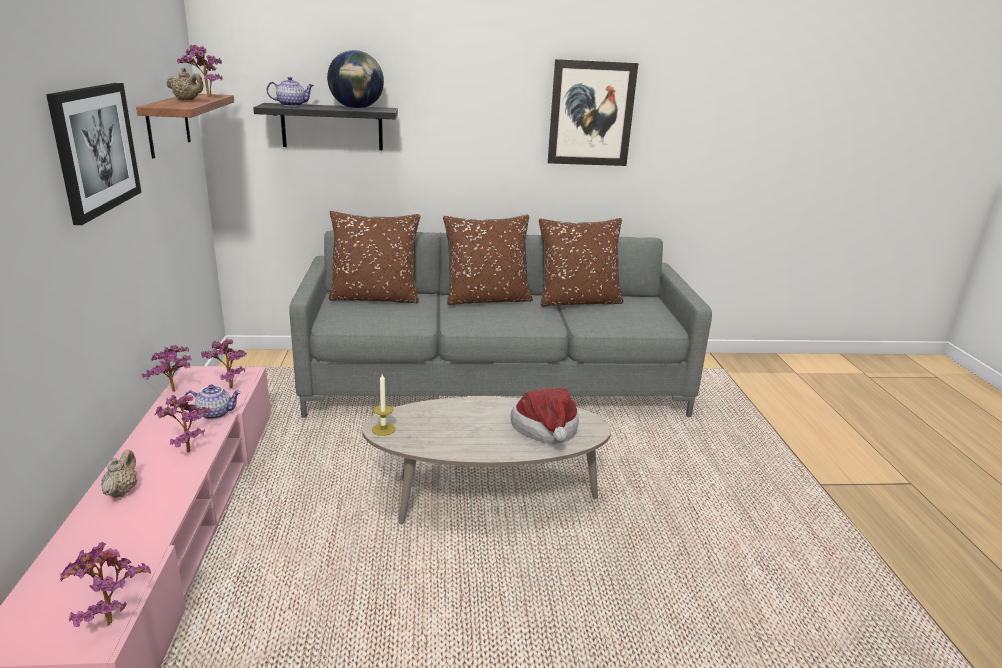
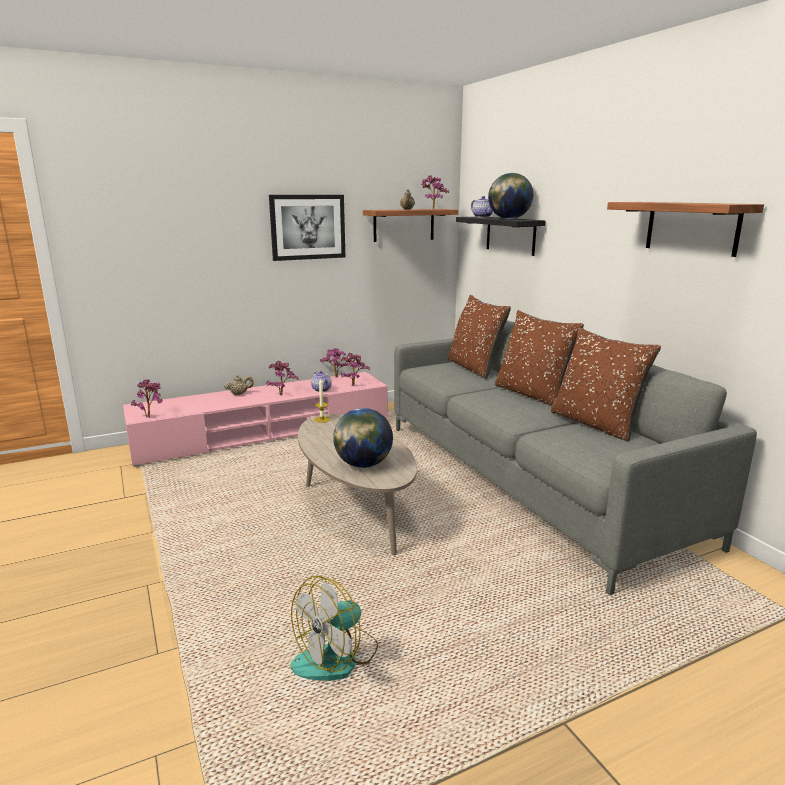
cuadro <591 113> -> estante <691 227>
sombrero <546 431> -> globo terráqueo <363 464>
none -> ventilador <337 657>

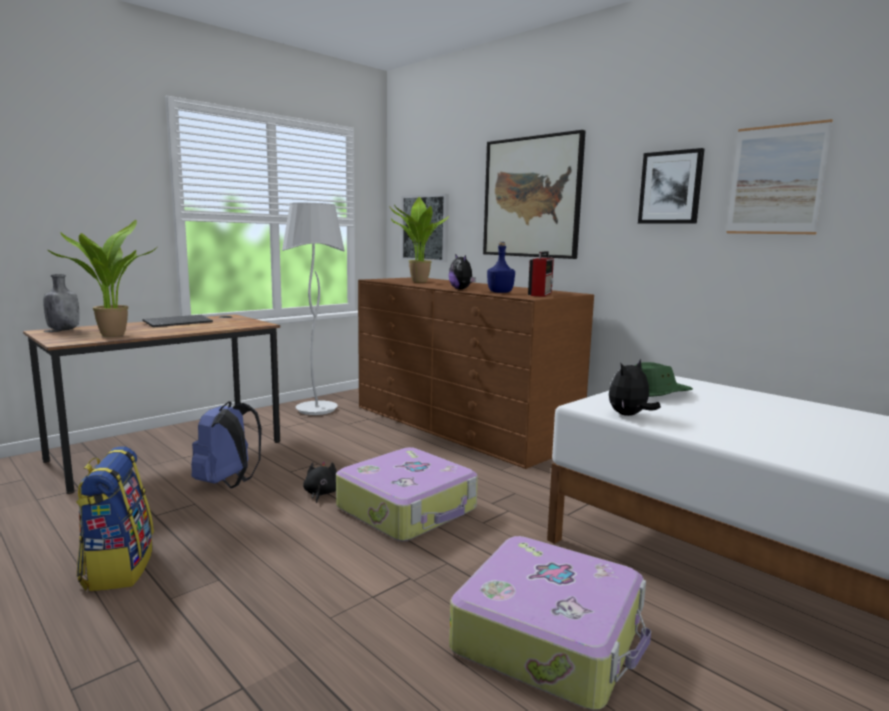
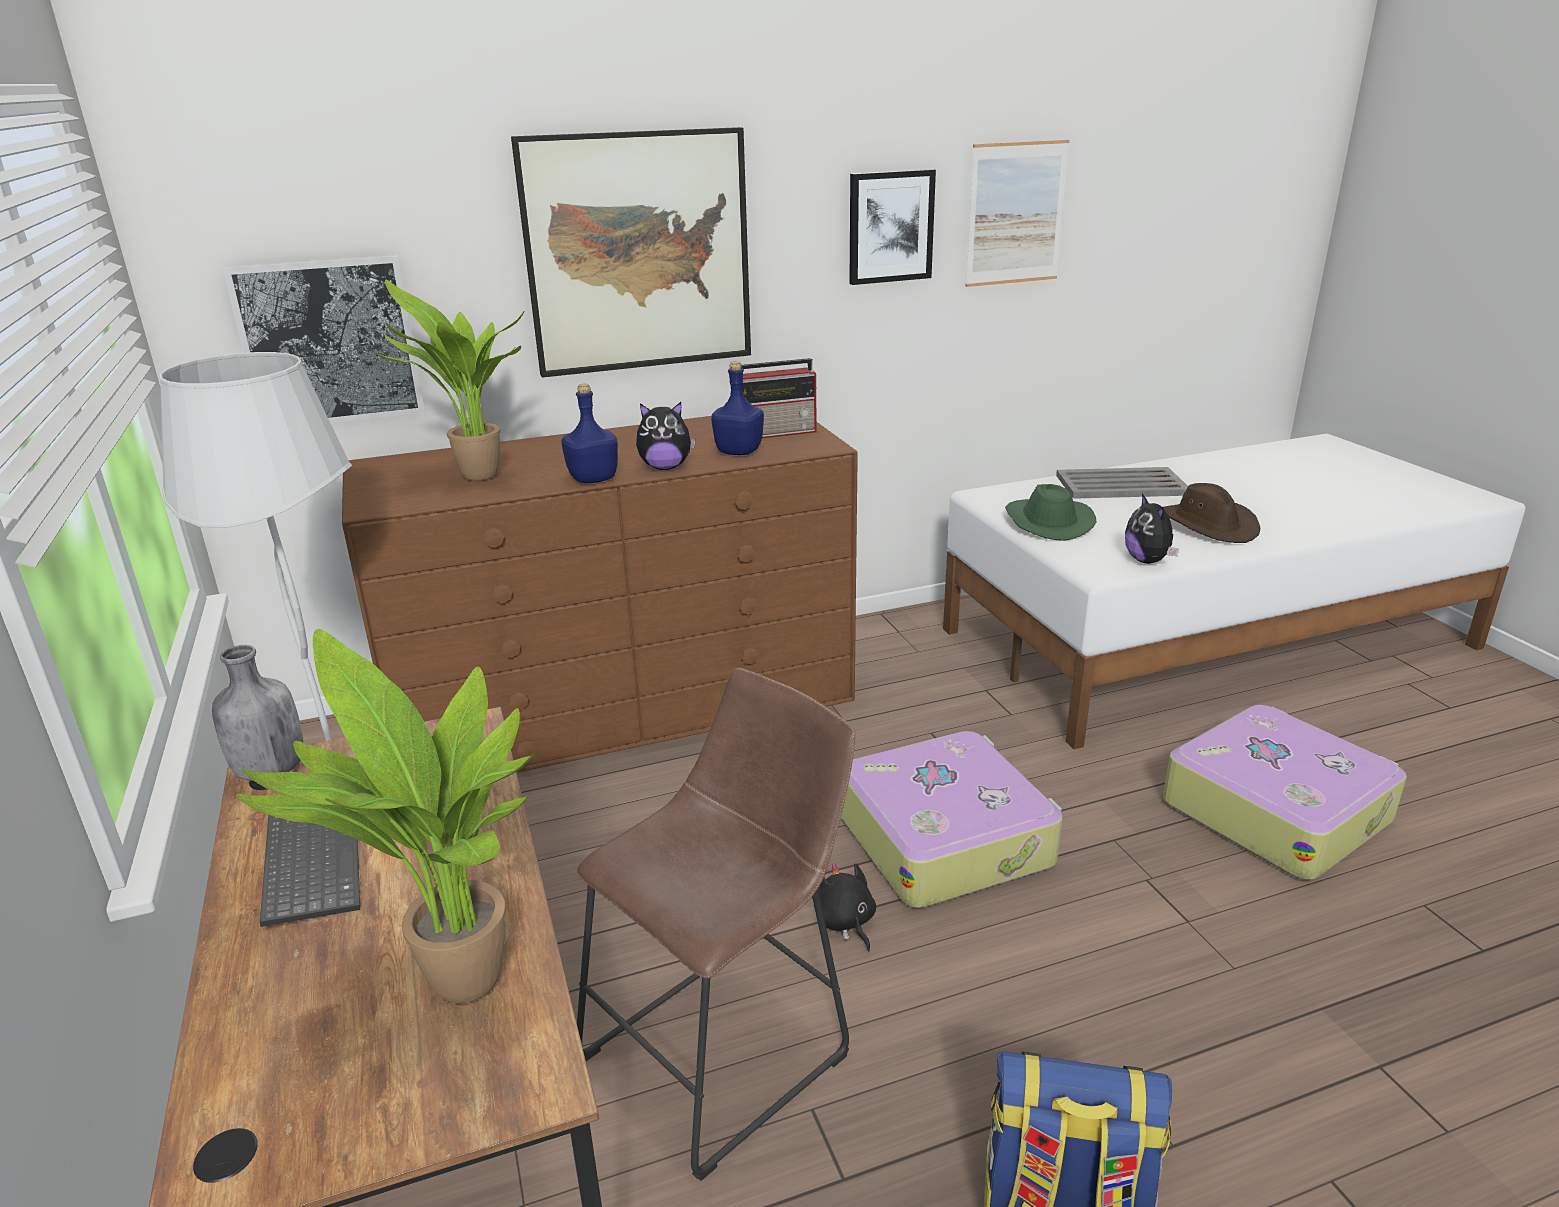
radio <541 294> -> radio <778 432>, 120 degrees clockwise
botella/gris <64 329> -> botella/gris <269 771>, shifted
mochila/azul <228 482> -> taburete/marrón <727 1049>
peluche/negro <320 493> -> peluche/negro <845 922>, 45 degrees clockwise
none -> botella/azul <592 479>
none -> bandeja/gris <1120 485>
none -> sombrero/marrón <1208 525>

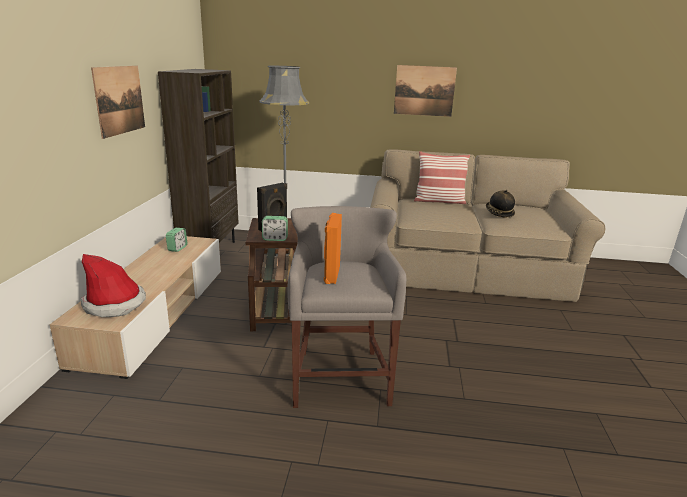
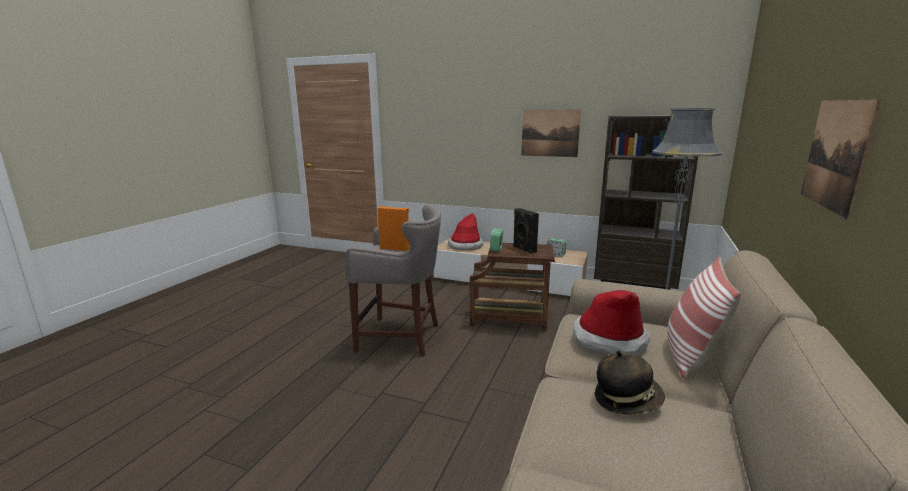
none -> sombrero <609 339>

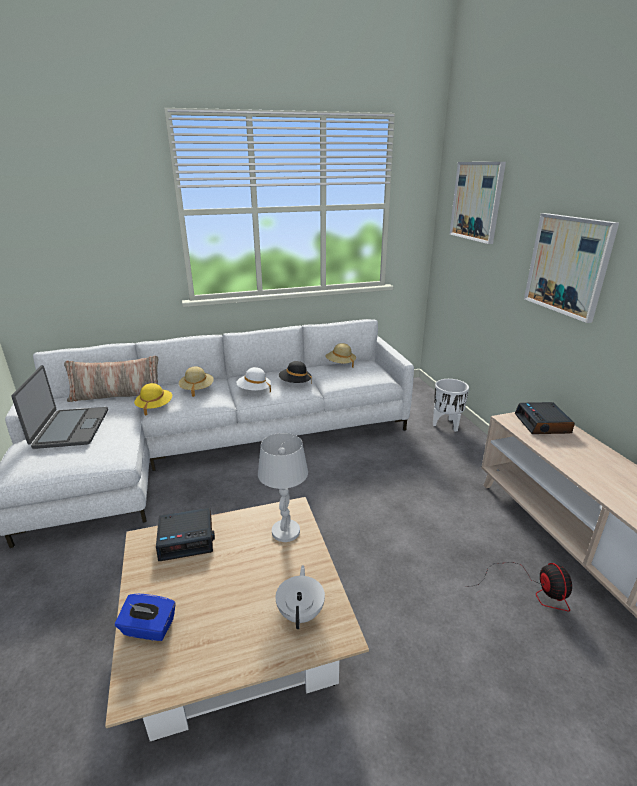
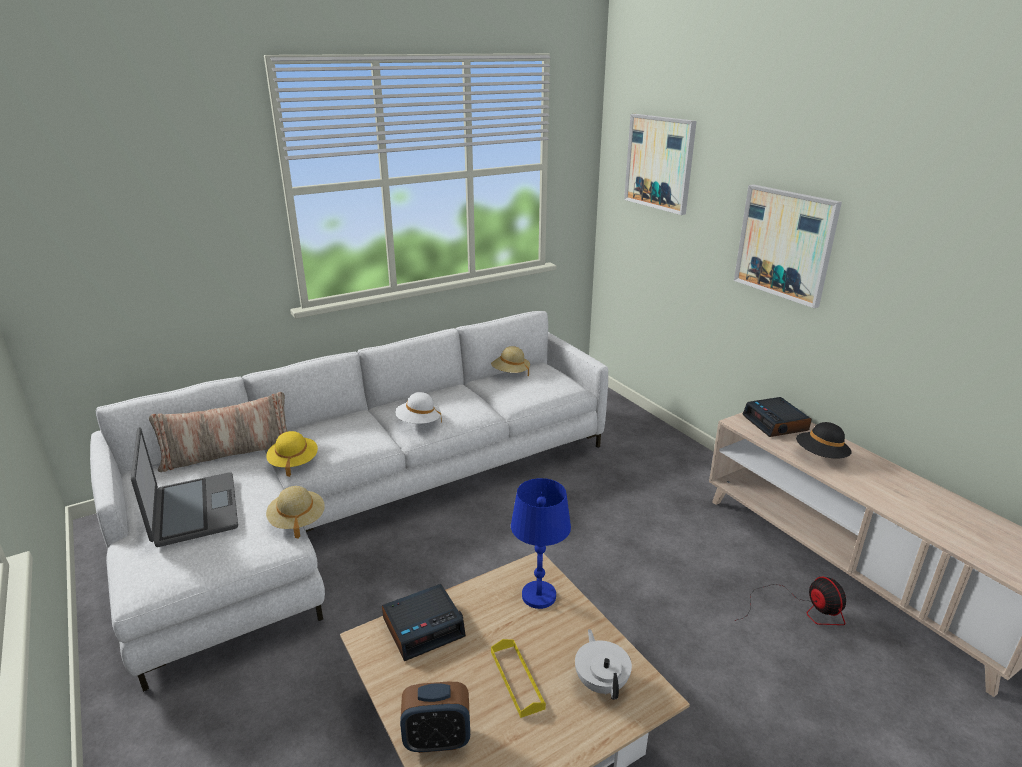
sombrero/negro <295 383> -> sombrero/negro <820 456>, shifted
sombrero/beis <197 389> -> sombrero/beis <297 520>, shifted
maceta/blanco <446 425> -> none
lámpara de mesa/blanco <285 531> -> lámpara de mesa/azul <538 595>
caja de pañuelos/azul <149 628> -> despertador <437 740>
none -> bandeja/amarillo <517 679>

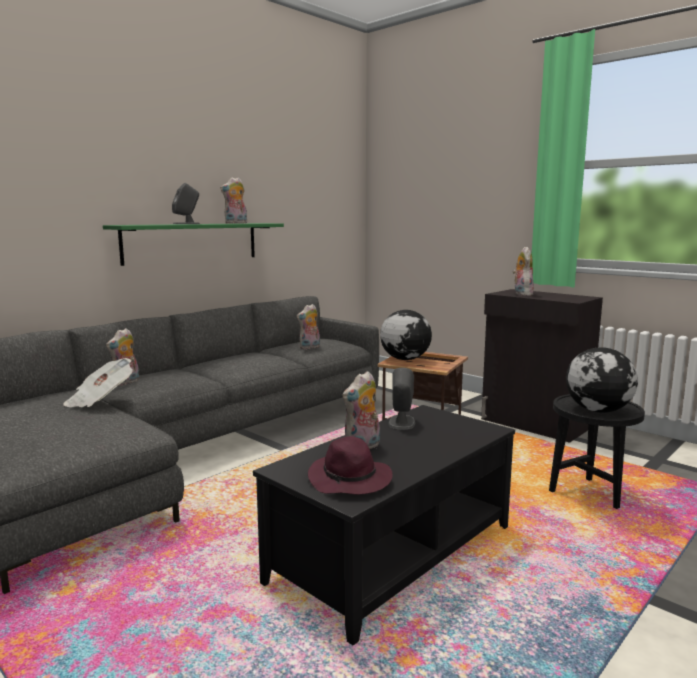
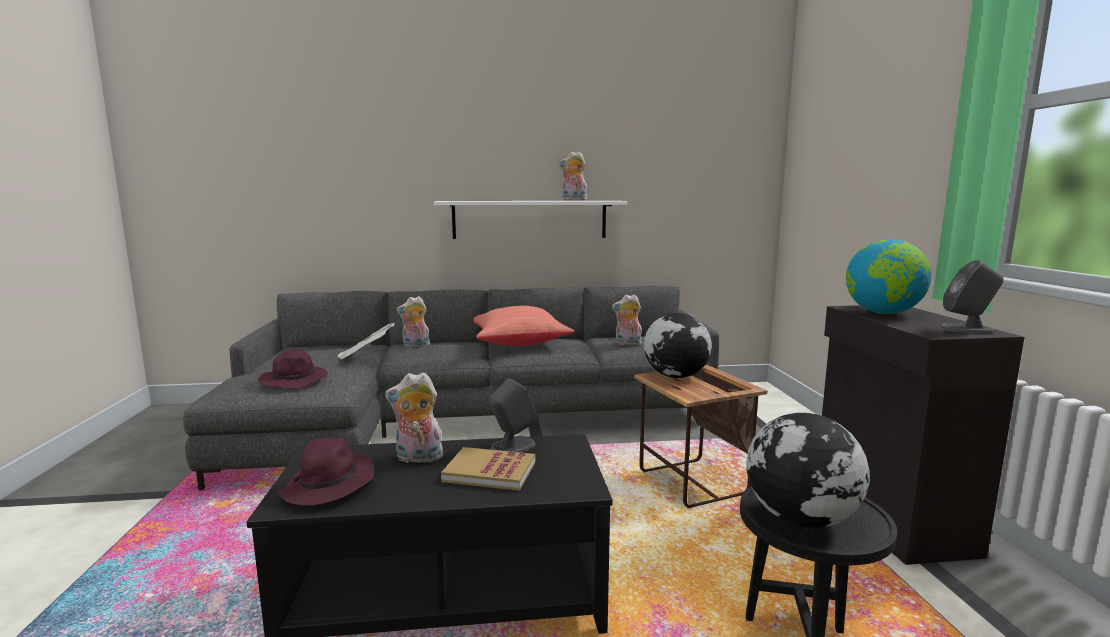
altavoz/gris <186 224> -> altavoz/gris <967 329>, shifted
estante/verde <192 242> -> estante/blanco <530 219>
peluche <521 294> -> globo terráqueo <883 313>
none -> cojín/rojo <519 343>
none -> sombrero/morado <295 380>
none -> libro <490 472>

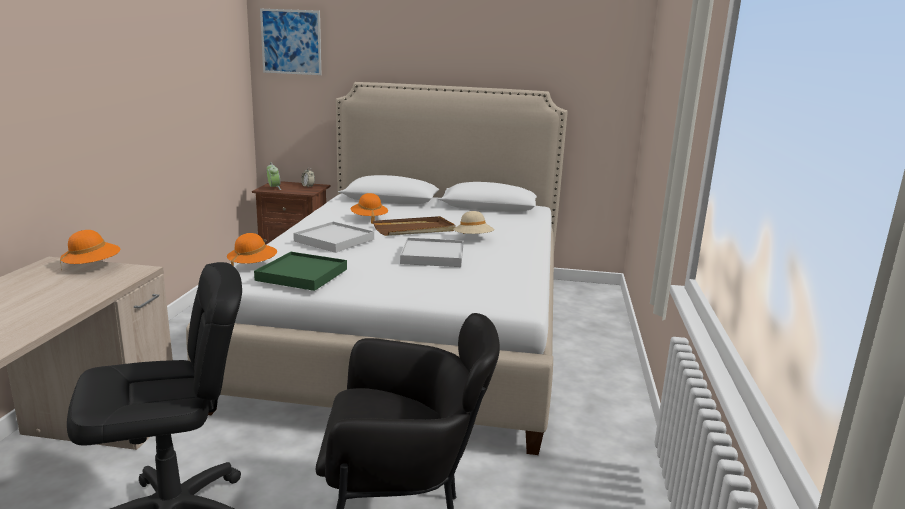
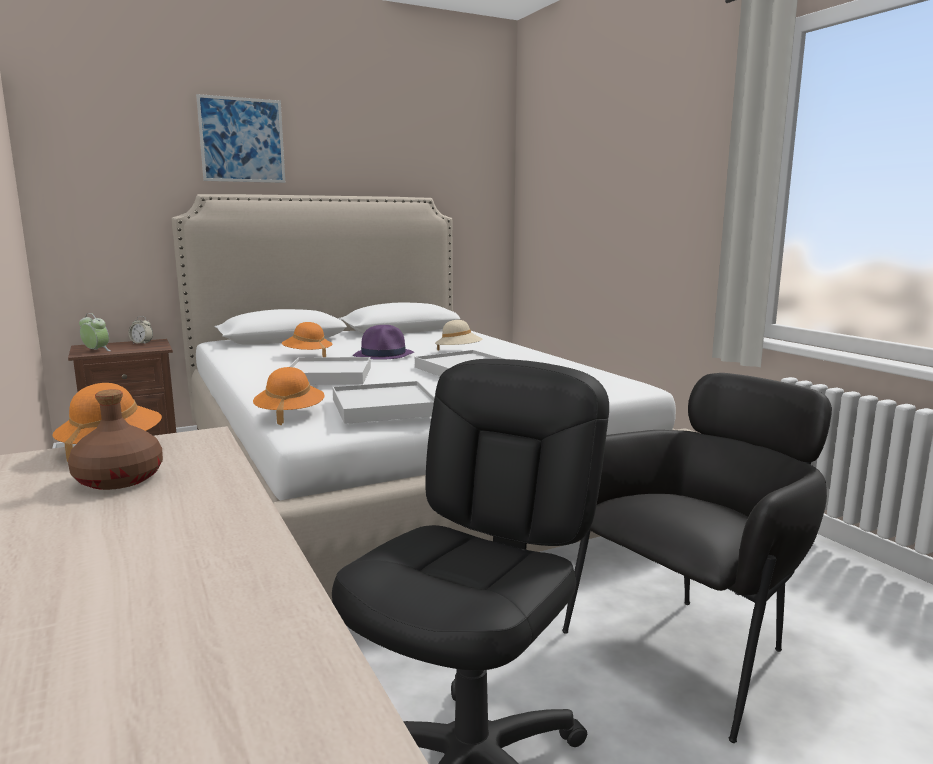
cuadro <291 42> -> cuadro <242 140>, shifted
bandeja/marrón <414 229> -> sombrero/morado <384 355>
bandeja/verde <302 275> -> bandeja/blanco <384 407>
none -> botella/marrón <120 479>

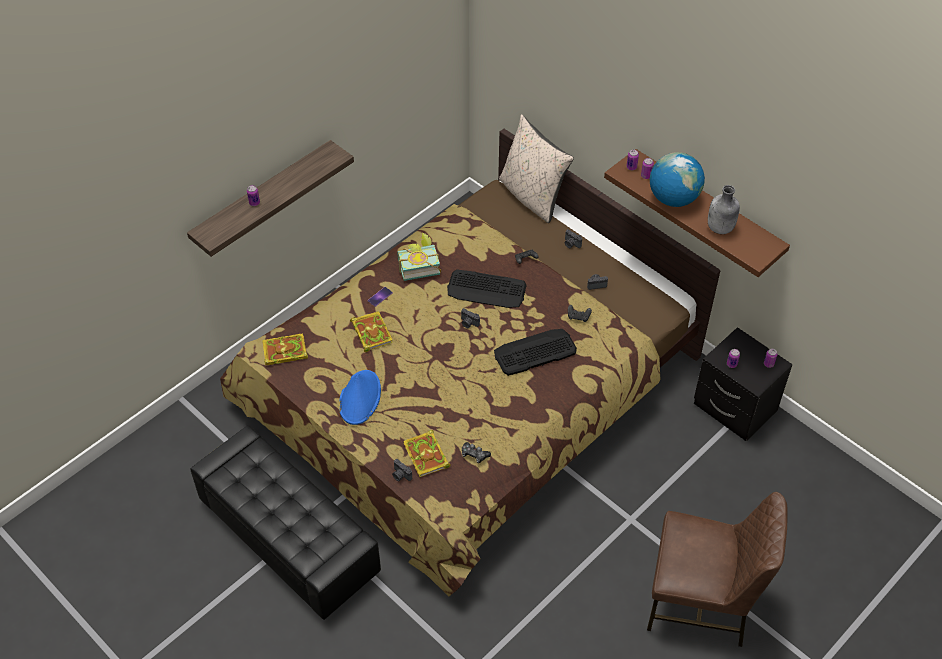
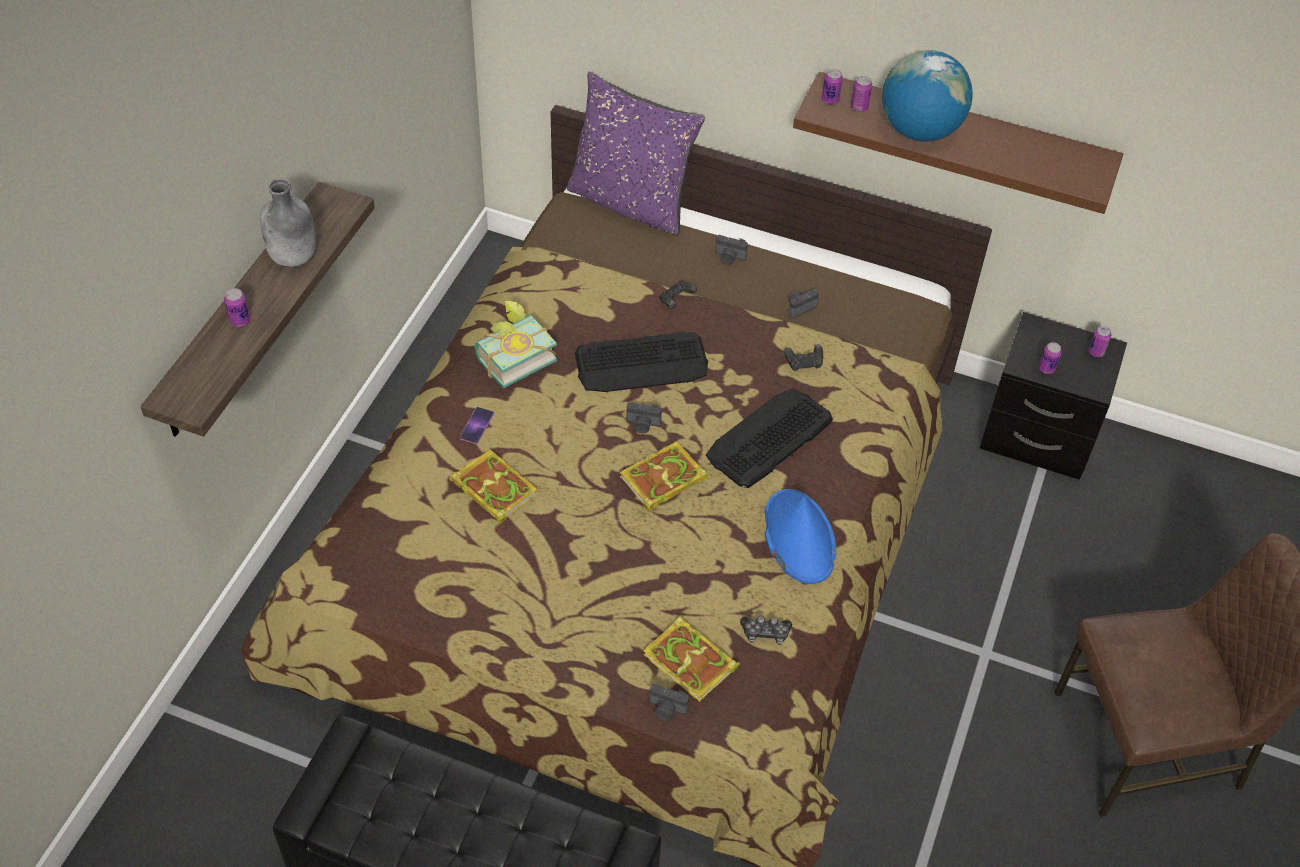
cojín/beis <532 196> -> cojín/morado <630 202>
botella/gris <720 228> -> botella/gris <293 257>, shifted
libro <284 352> -> libro <662 480>, shifted
sombrero/azul <360 398> -> sombrero/azul <798 537>, shifted

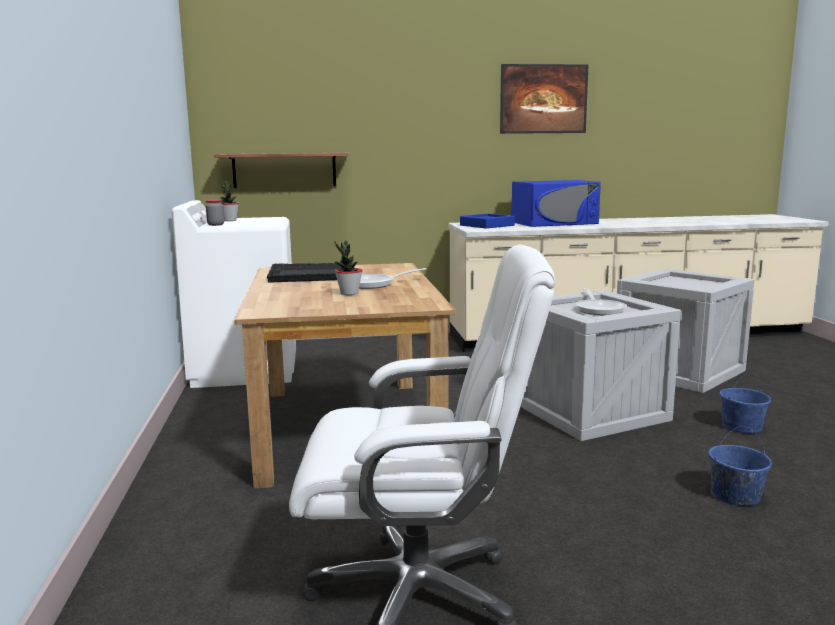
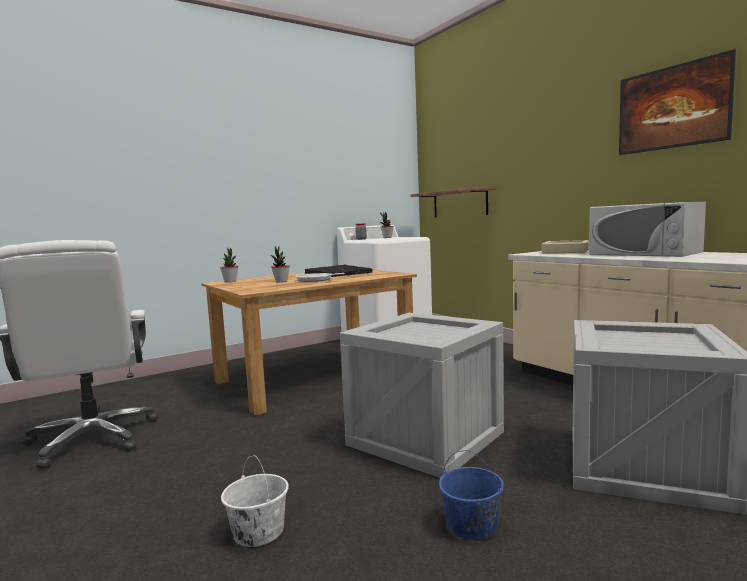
microondas/azul <554 223> -> microondas/blanco <644 253>
bandeja/azul <487 225> -> bandeja/beis <565 251>
sartén <599 309> -> none
cubo/azul <735 495> -> cubo/blanco <258 531>
none -> planta en maceta <230 281>

